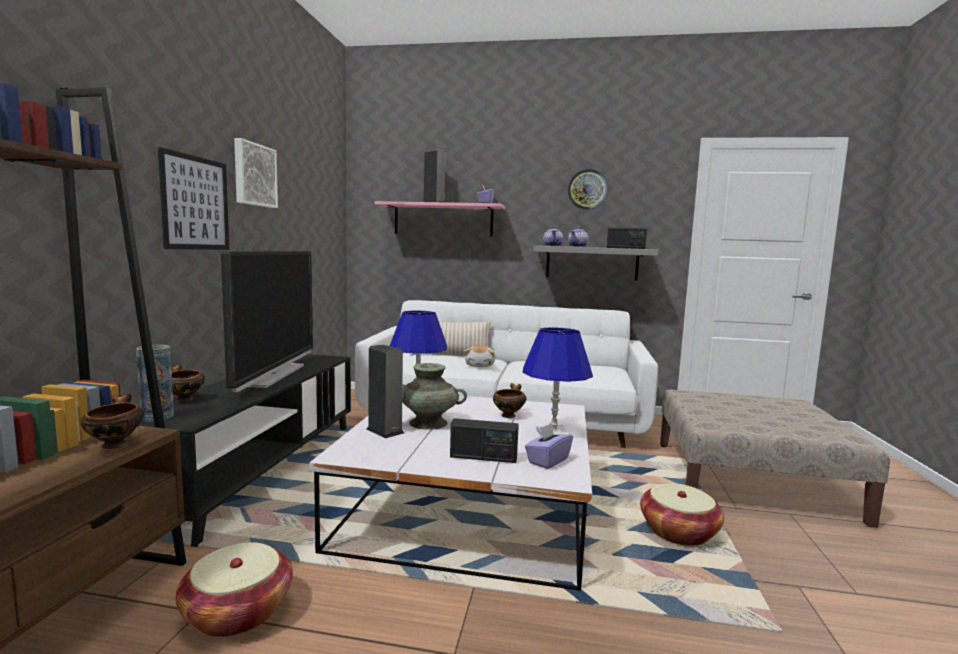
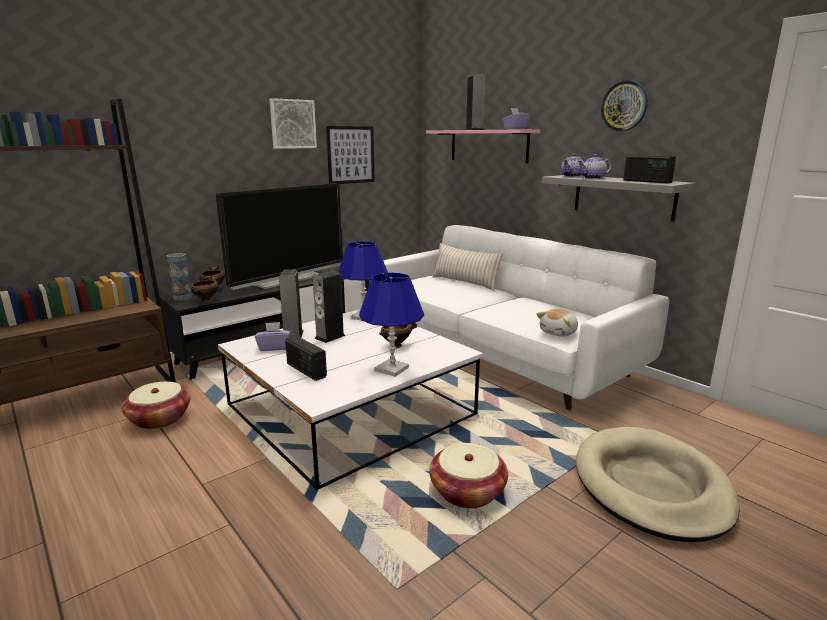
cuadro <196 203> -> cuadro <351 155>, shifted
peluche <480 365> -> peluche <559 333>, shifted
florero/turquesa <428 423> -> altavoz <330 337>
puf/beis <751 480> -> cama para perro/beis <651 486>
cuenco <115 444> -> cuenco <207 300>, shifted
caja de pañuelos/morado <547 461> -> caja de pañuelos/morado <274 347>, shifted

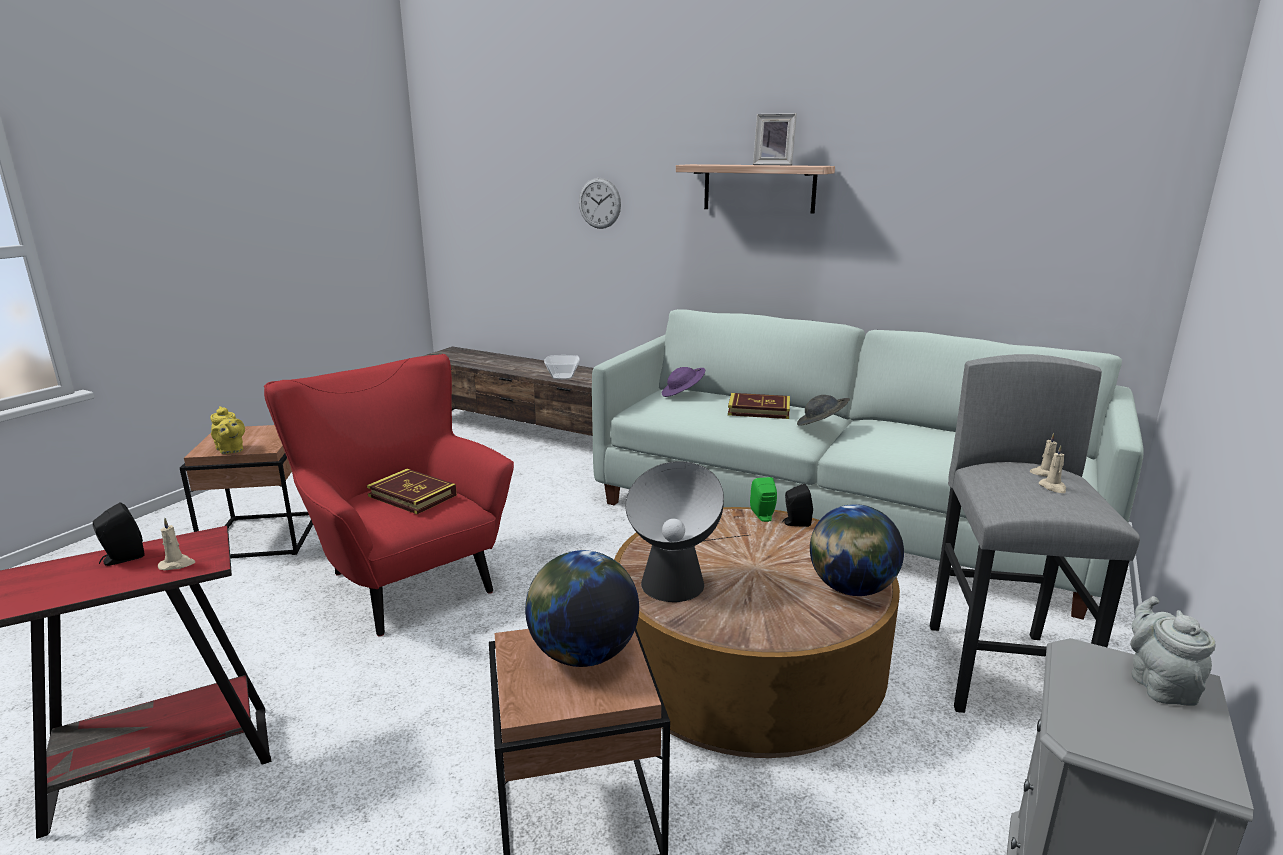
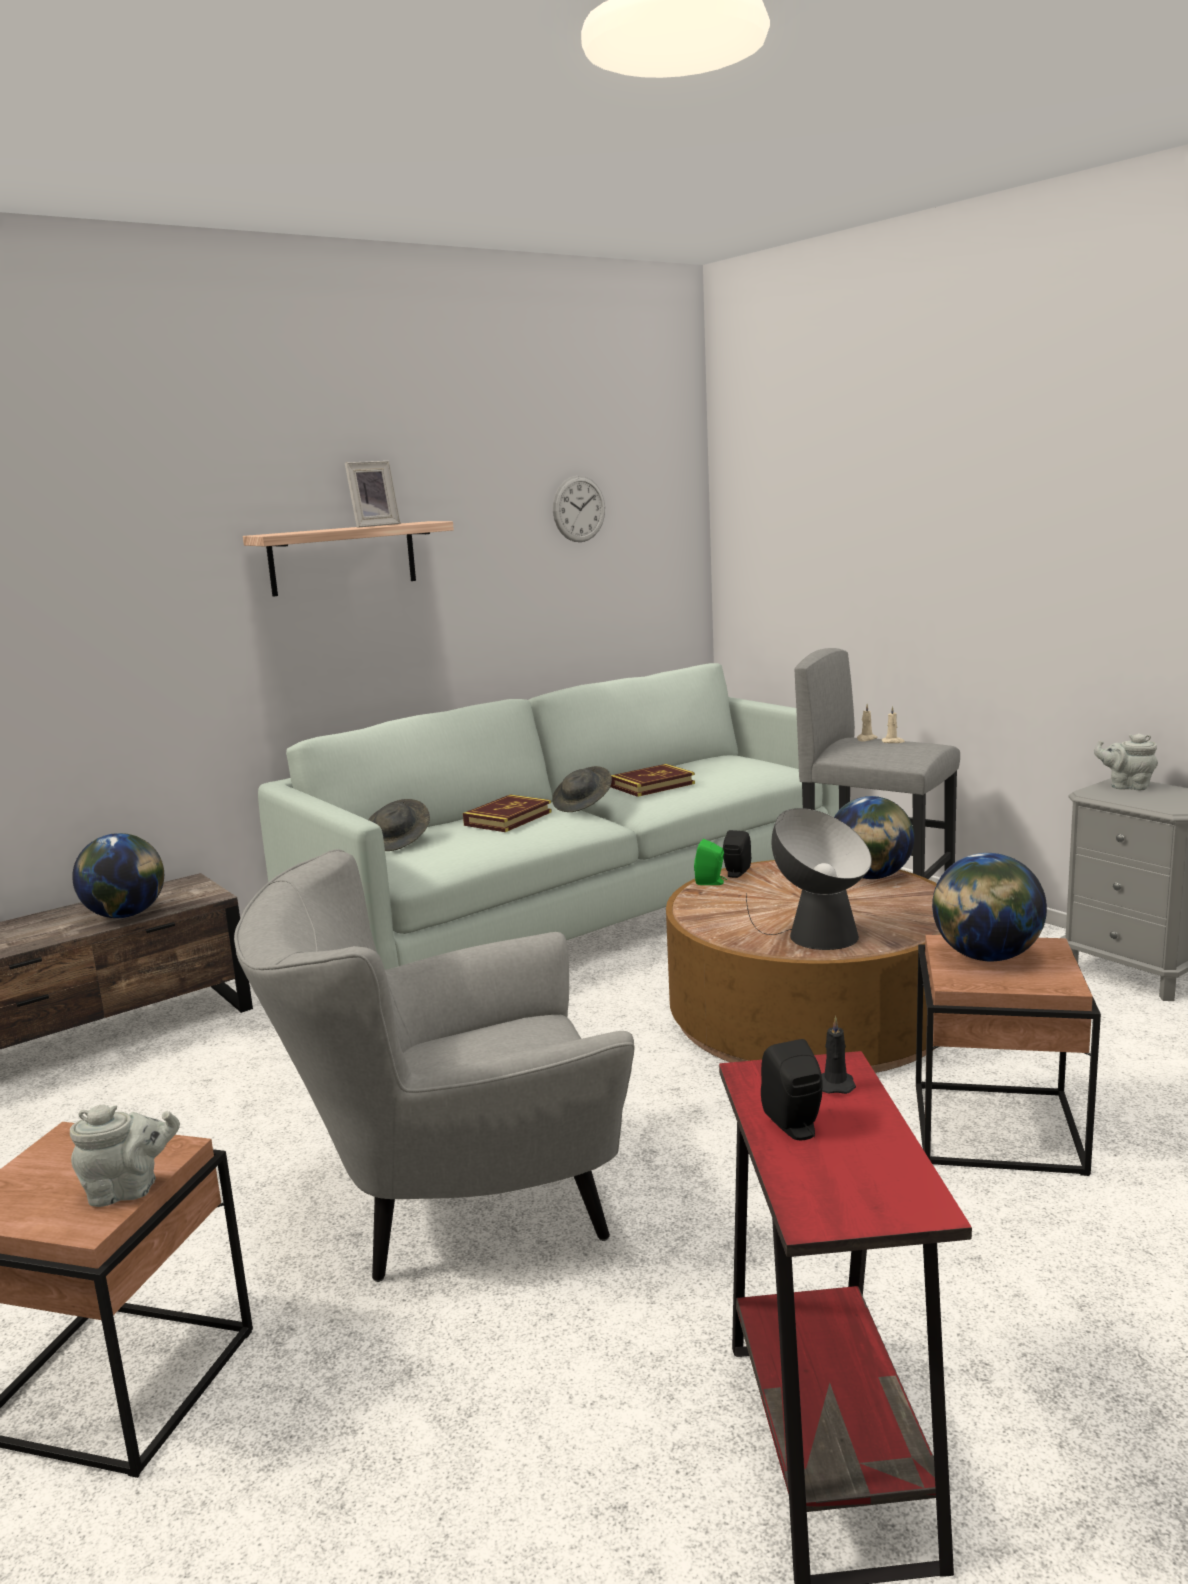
reloj de pared <599 203> -> reloj de pared <579 509>, shifted
sillón/rojo <403 578> -> sillón/gris <455 1211>
cuenco <563 377> -> globo terráqueo <126 915>
sombrero/morado <683 394> -> sombrero/gris <398 841>
tetera/amarillo <230 450> -> tetera/gris <129 1190>
libro <412 495> -> libro <652 785>, shifted
vela/beis <177 564> -> vela/negro <835 1084>

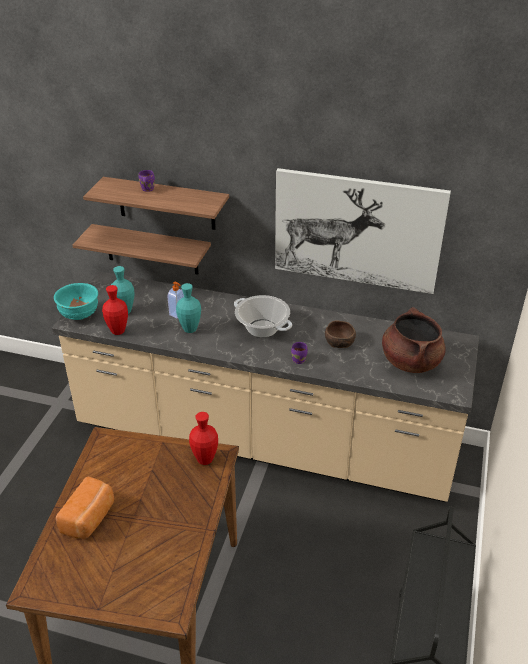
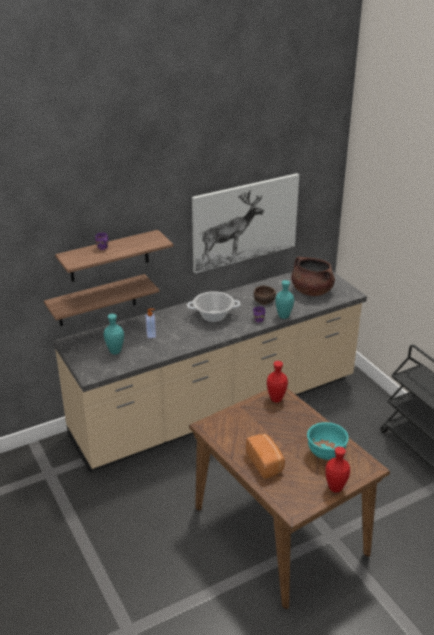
cuenco/turquesa <80 315> -> cuenco/turquesa <325 453>, shifted
florero/turquesa <190 329> -> florero/turquesa <283 316>, shifted
florero/rojo <118 331> -> florero/rojo <335 488>, shifted

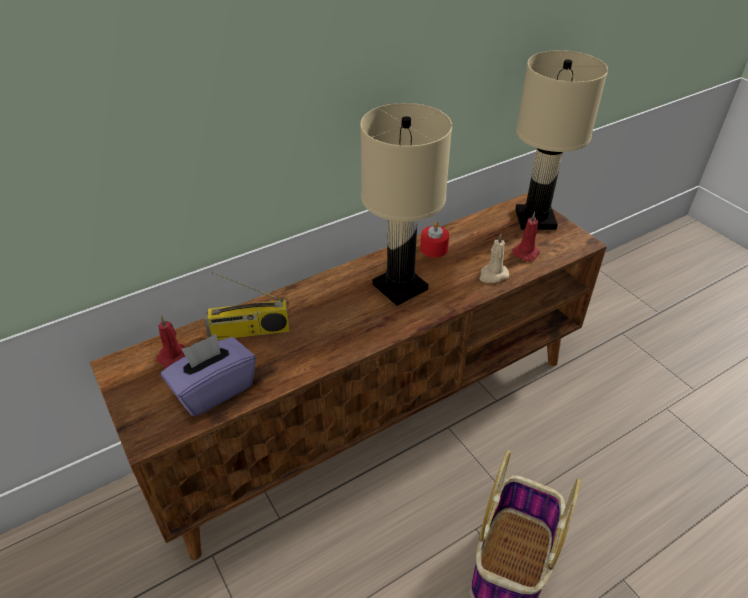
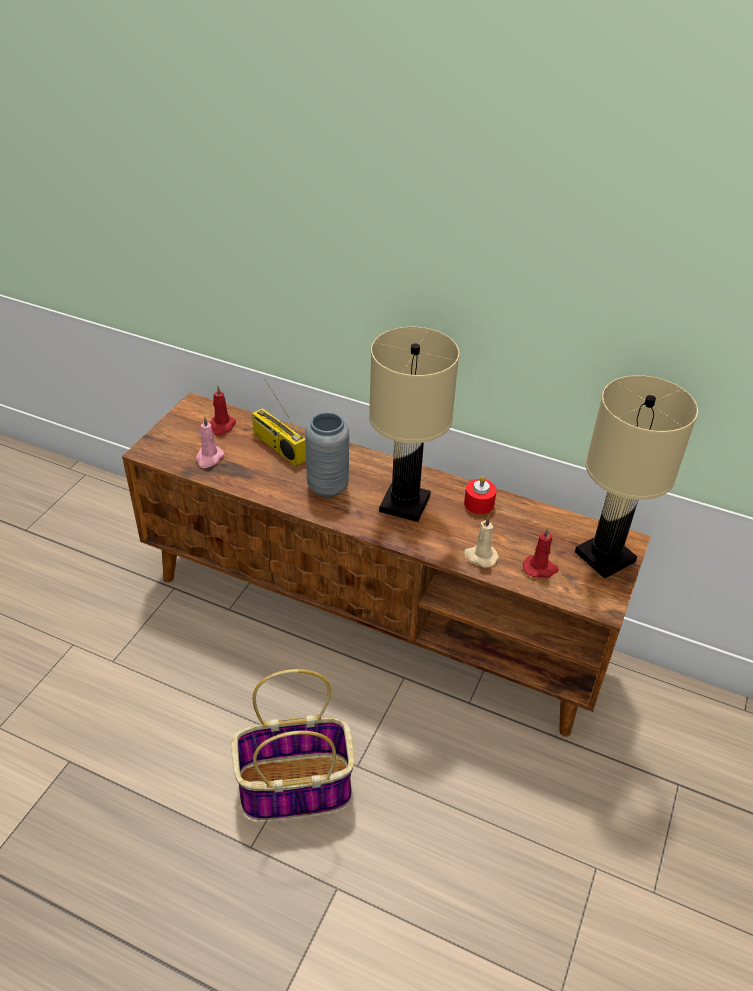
caja de pañuelos/morado <214 389> -> vela/rosa <209 458>
none -> florero/gris <327 487>

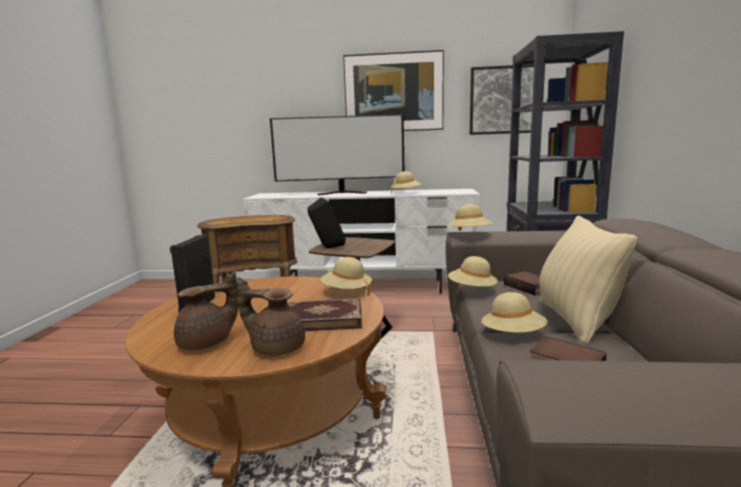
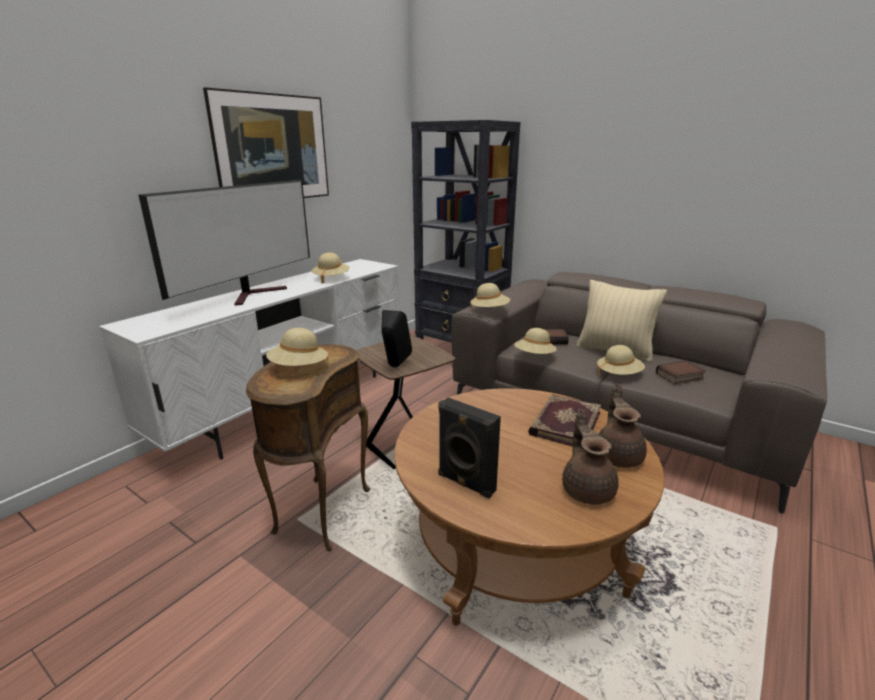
cuadro <502 100> -> none
sombrero/beis <346 292> -> sombrero/beis <299 368>, shifted
tetera/marrón <276 347> -> tetera/marrón <618 456>, 135 degrees clockwise

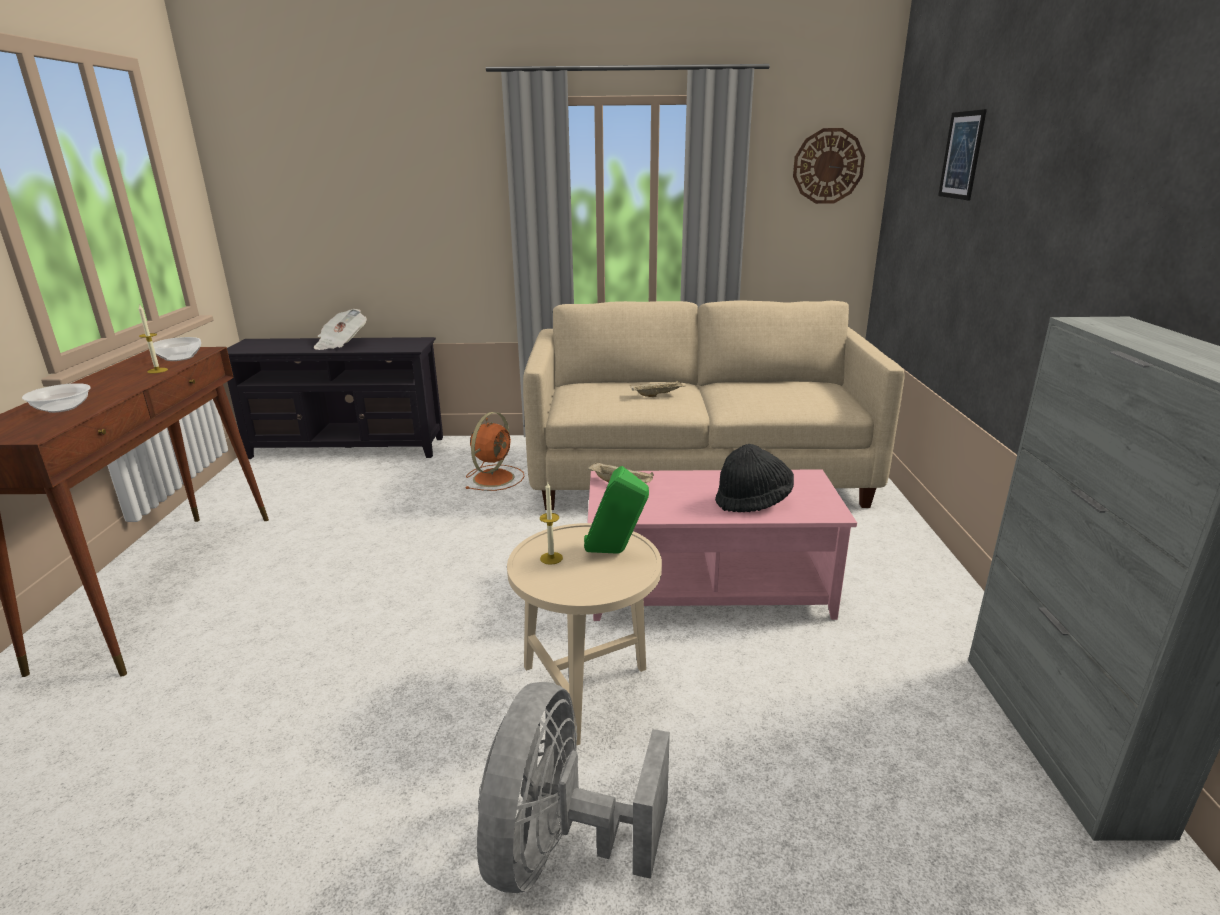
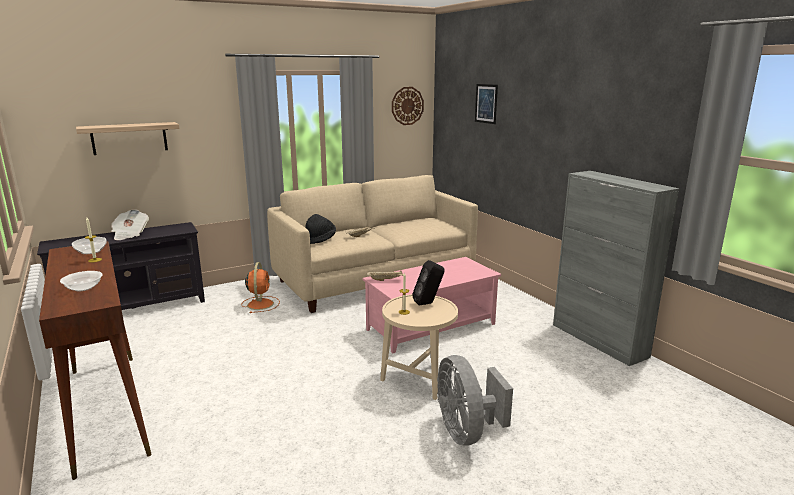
sombrero/negro <753 501> -> sombrero/negro <320 239>, shifted
altavoz/verde <616 552> -> altavoz/negro <428 303>
none -> estante <129 138>

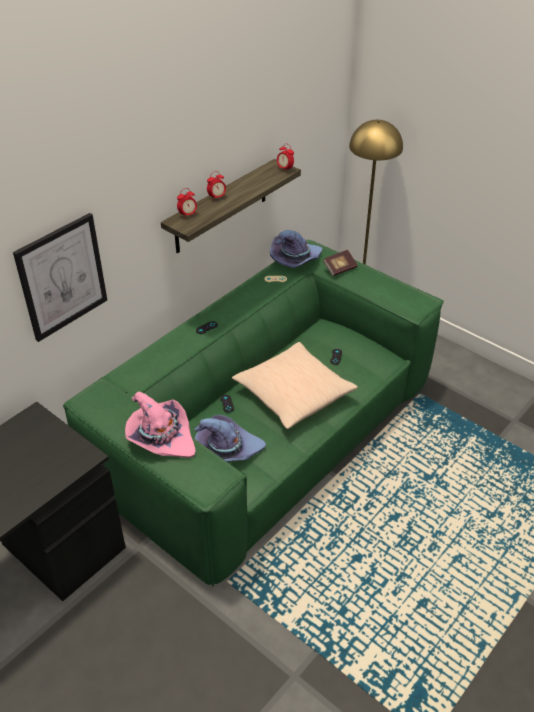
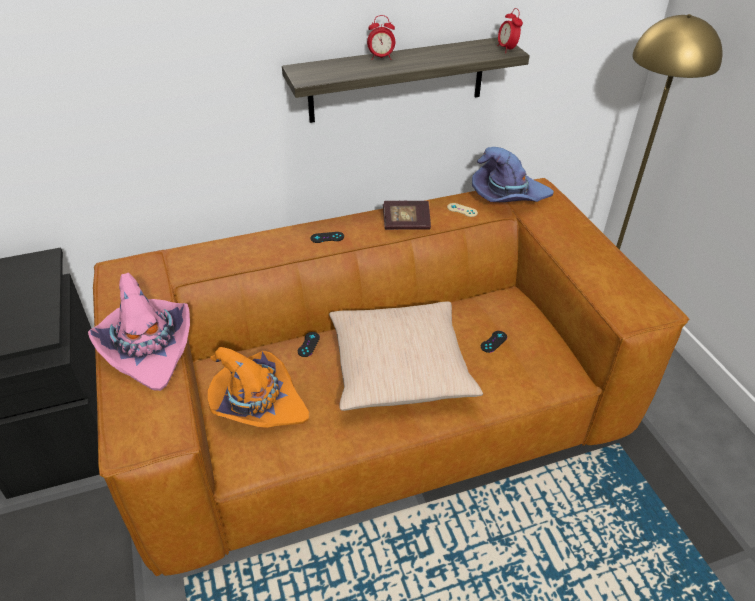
despertador <188 215> -> none
cuadro <62 277> -> none
sofá/verde <267 433> -> sofá/marrón <377 407>
libro <340 268> -> libro <406 224>, shifted
sombrero/morado <226 450> -> sombrero/naranja <257 403>

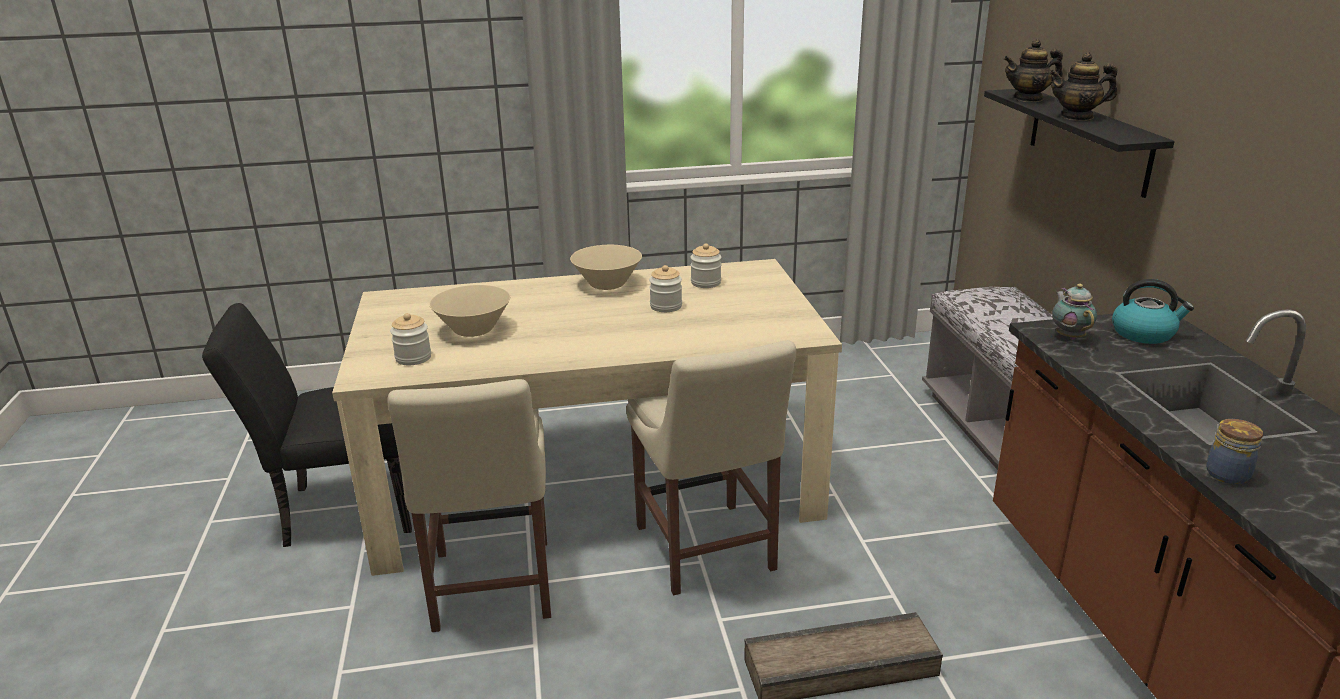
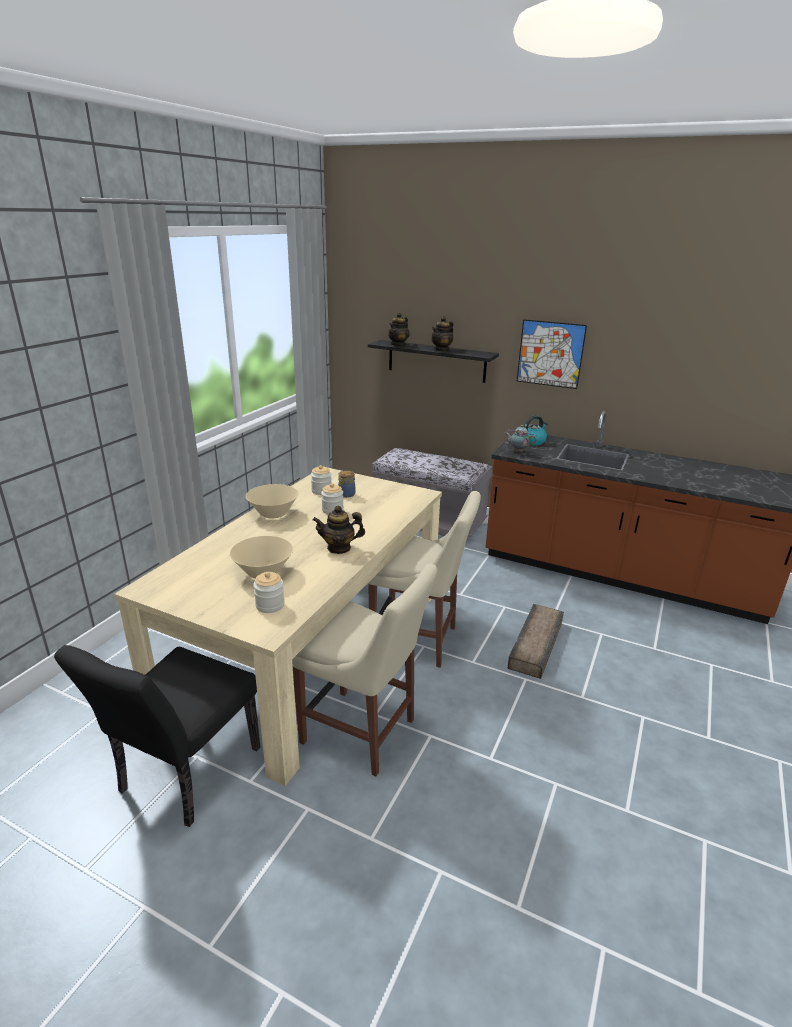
tarro <1227 473> -> tarro <346 494>, shifted
none -> cuadro <550 354>
none -> tetera <339 548>

